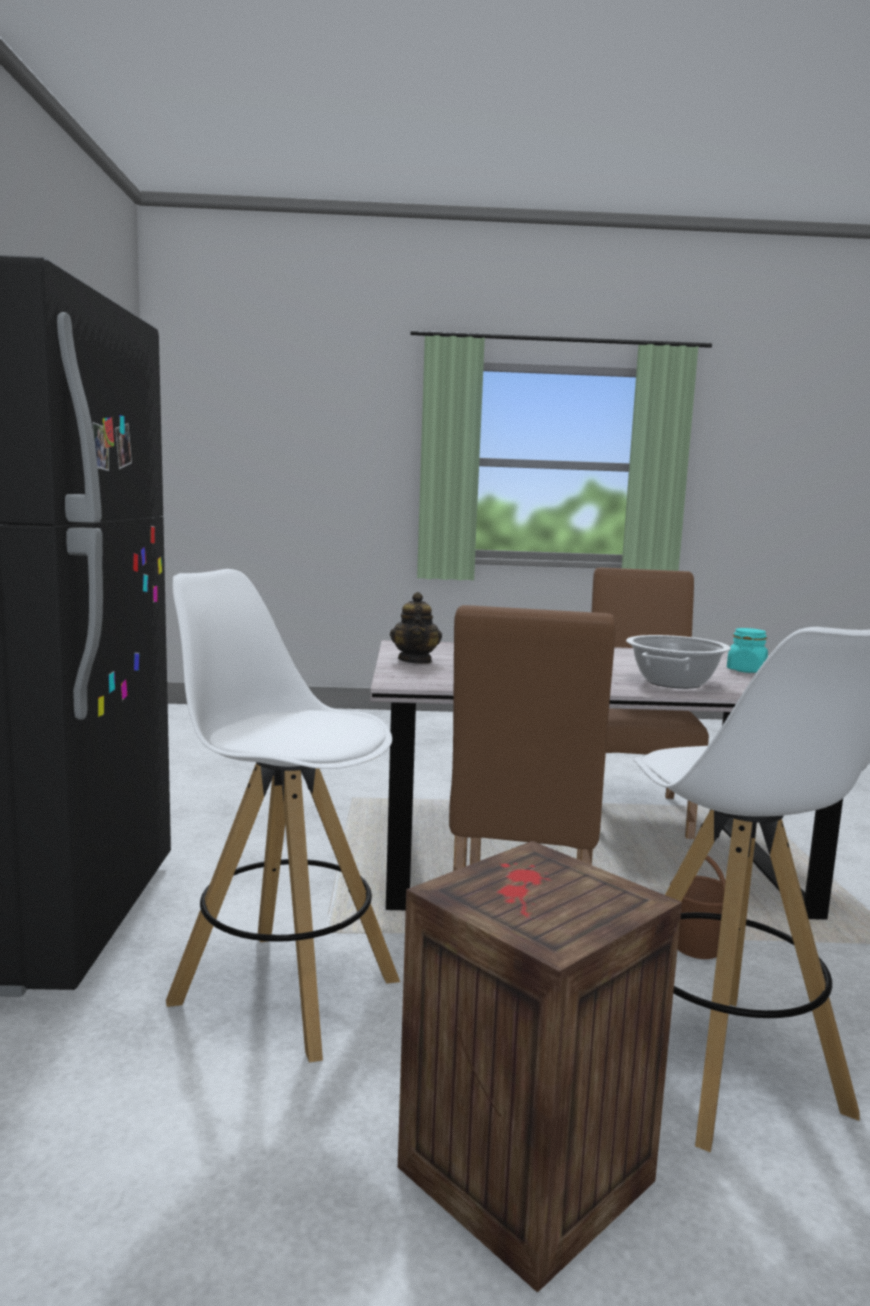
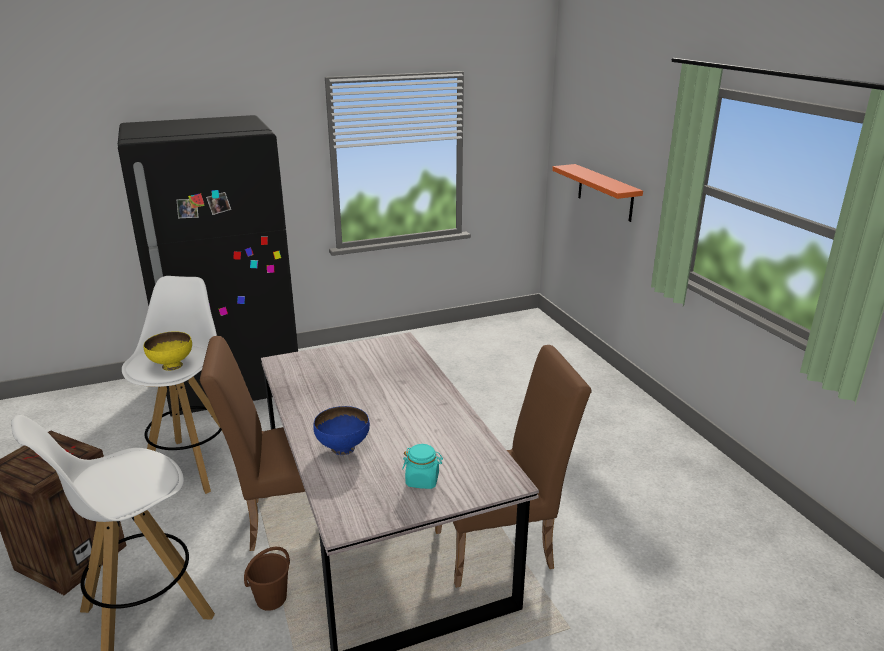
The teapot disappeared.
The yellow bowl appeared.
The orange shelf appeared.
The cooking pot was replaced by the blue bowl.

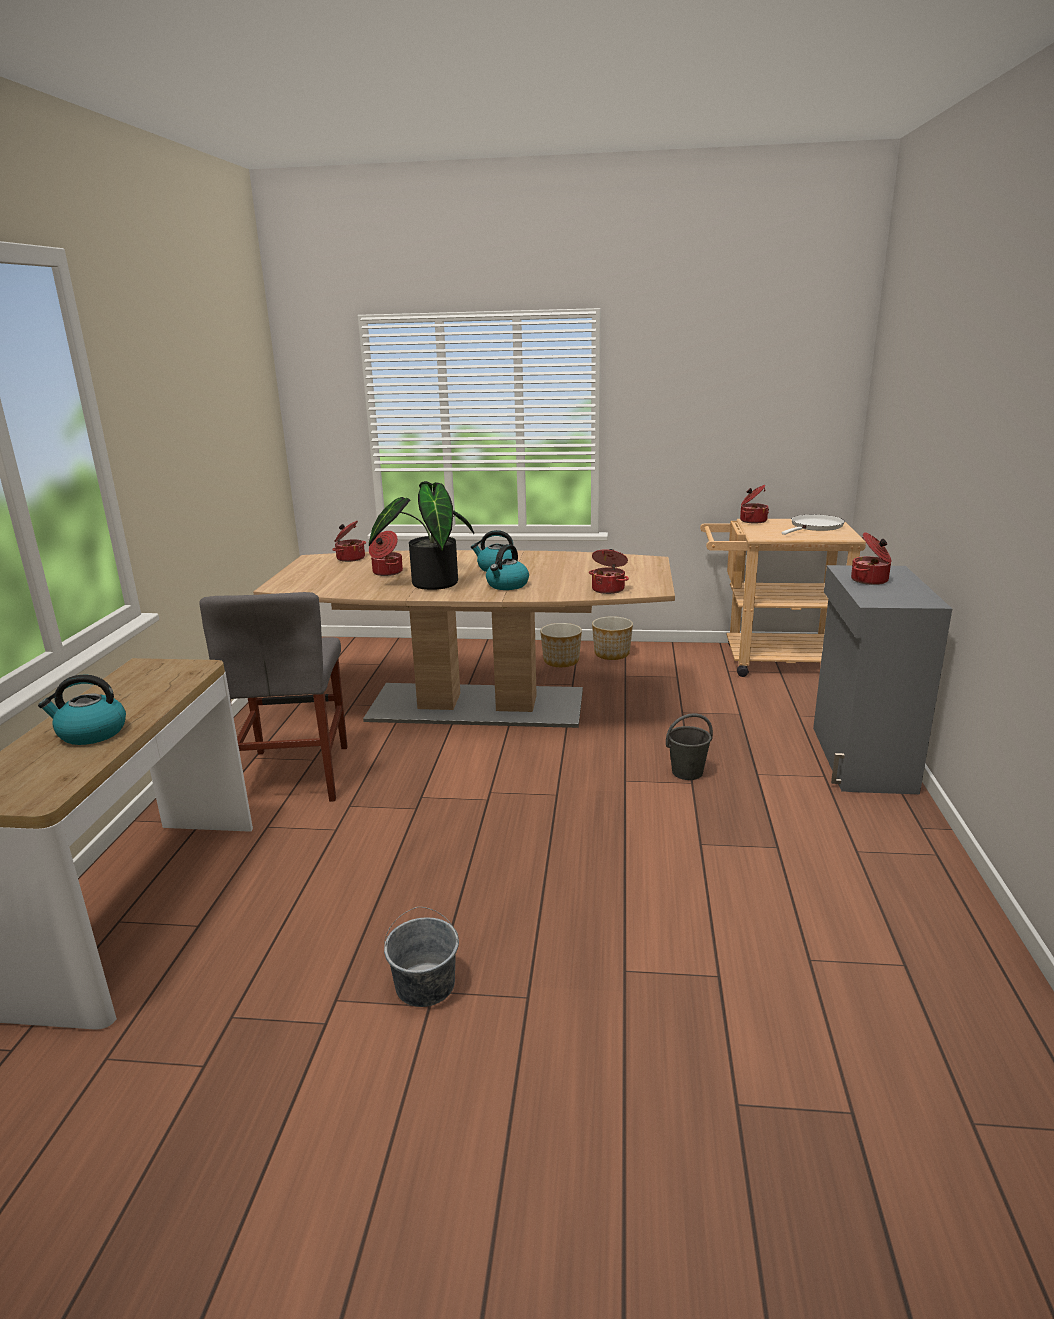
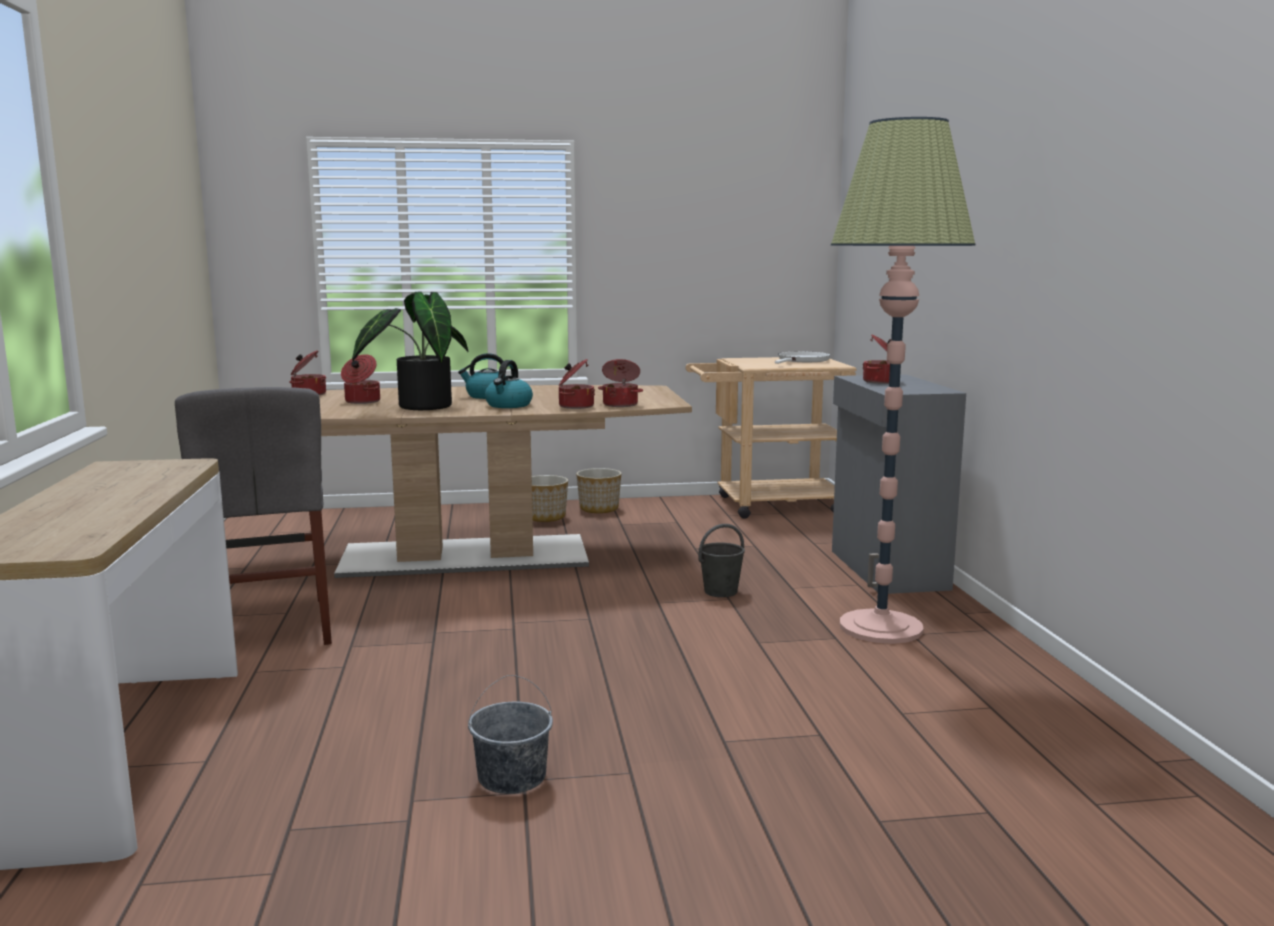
The kettle (1st from left) disappeared.
The floor lamp appeared.
The cooking pot (4th from left in the first image) moved.

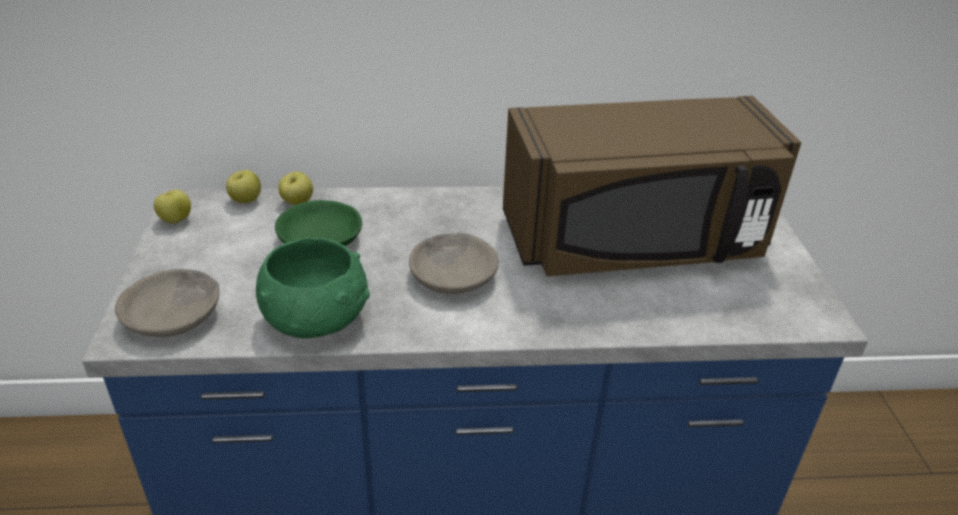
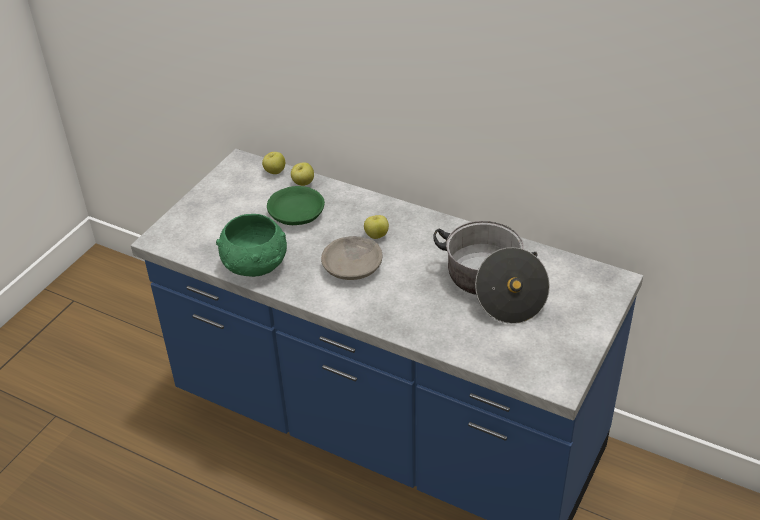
The grey bowl (1st from left) disappeared.
The apple (1st from left in the first image) moved.
The brown microwave was replaced by the cooking pot.

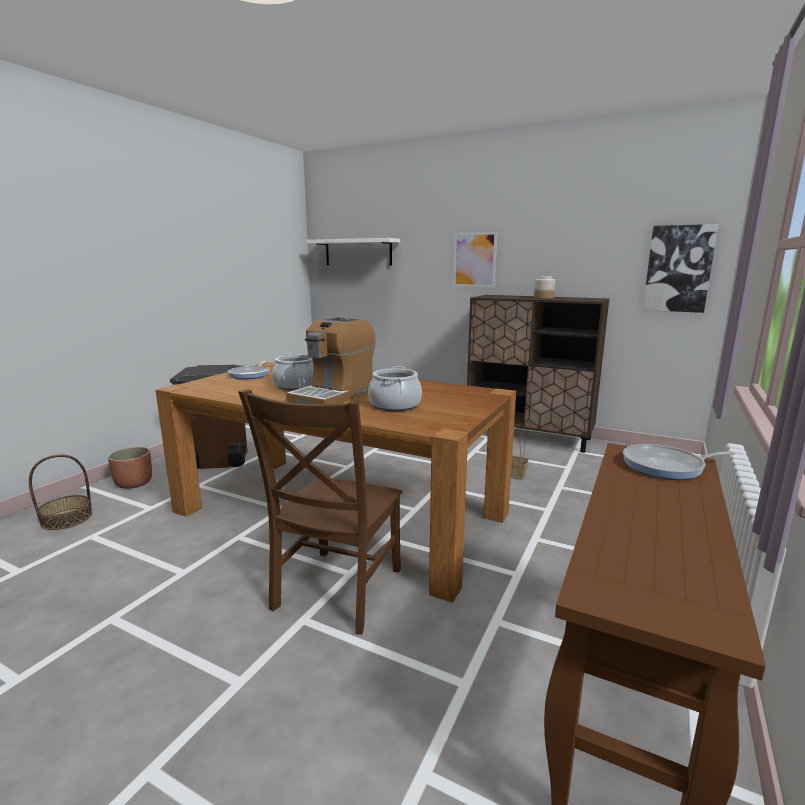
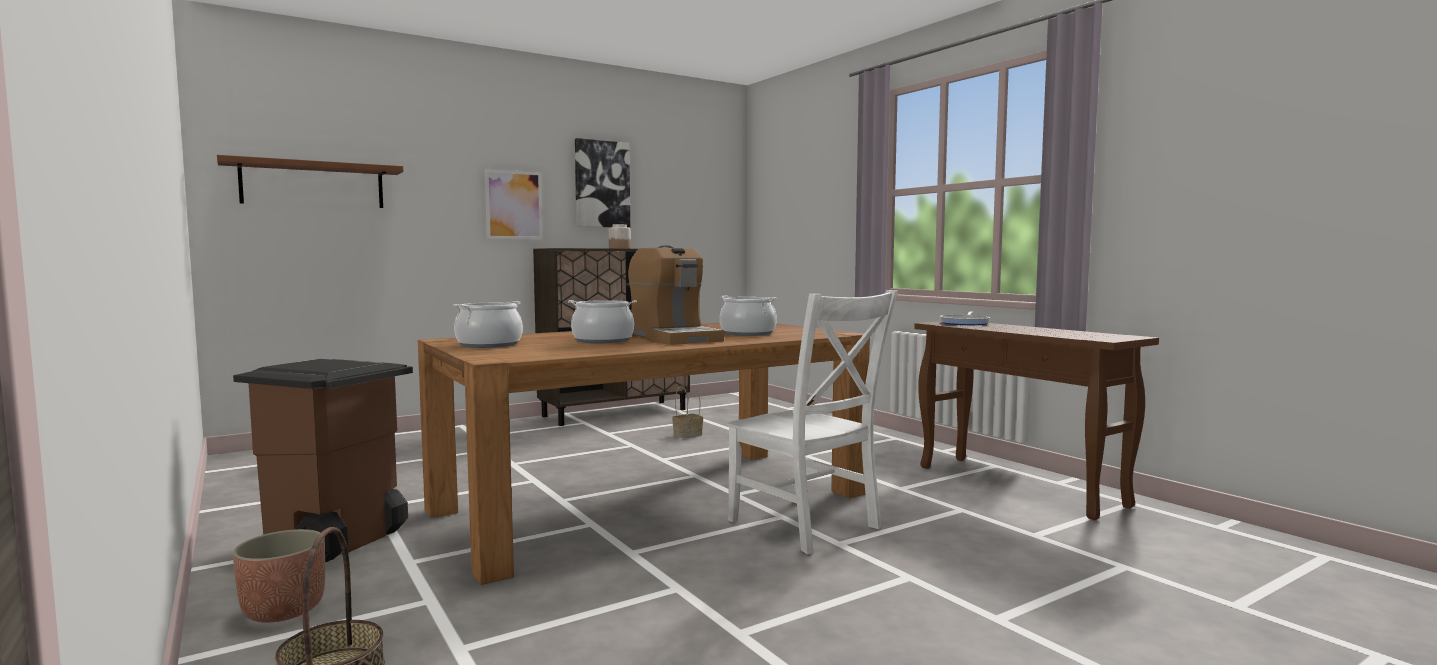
The picture (2nd from left) moved.
The frying pan (1st from left) was replaced by the cooking pot (1st from left).
The brown chair became the white chair.
The white shelf became the brown shelf.

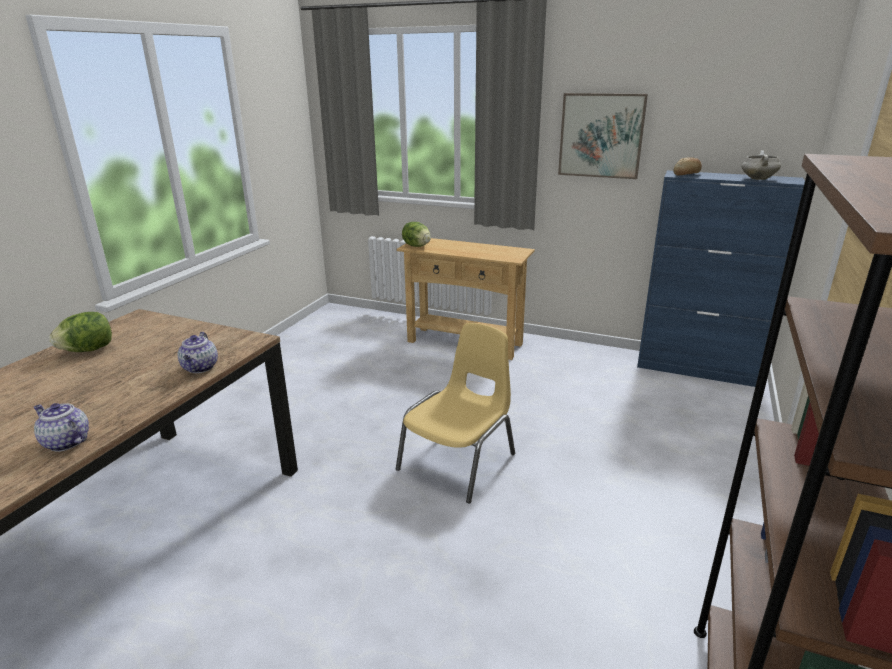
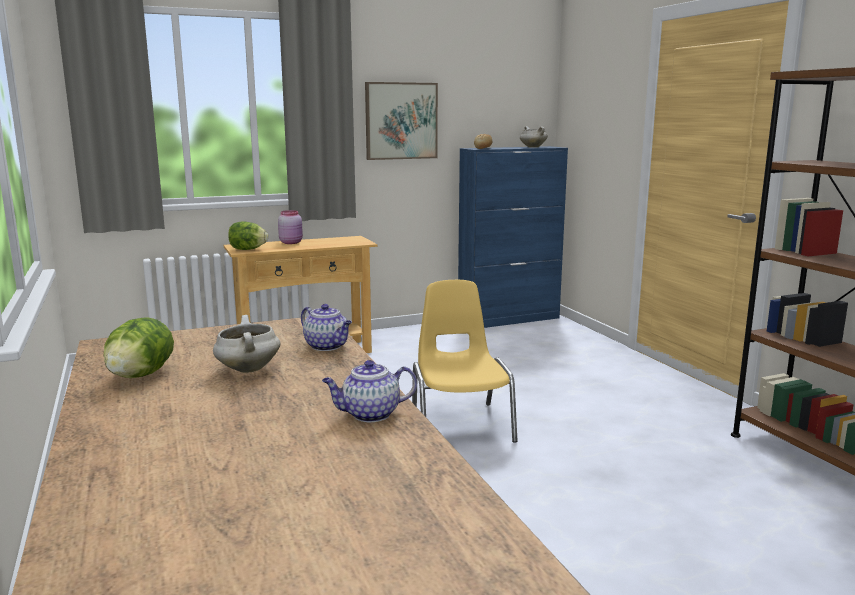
The white cooking pot (1st from left) appeared.
The pink jar appeared.

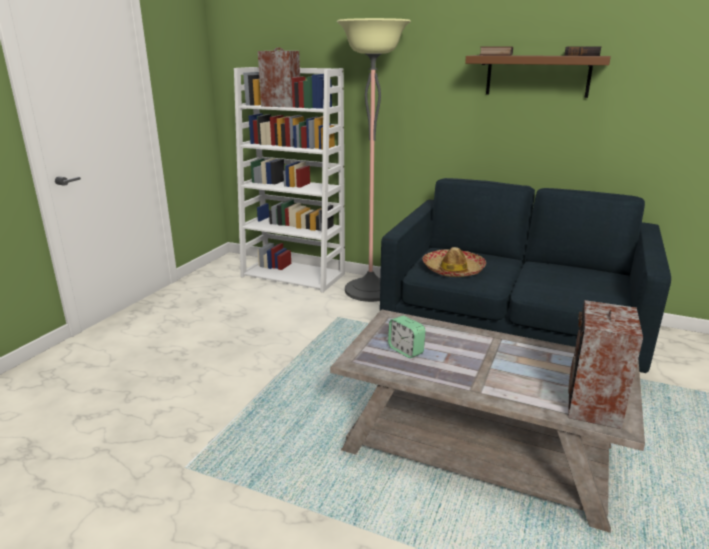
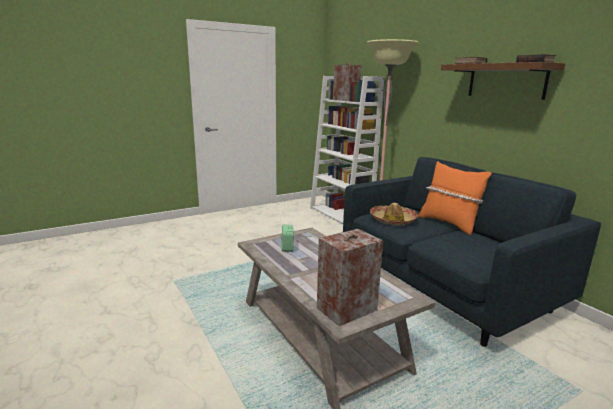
The orange pillow appeared.

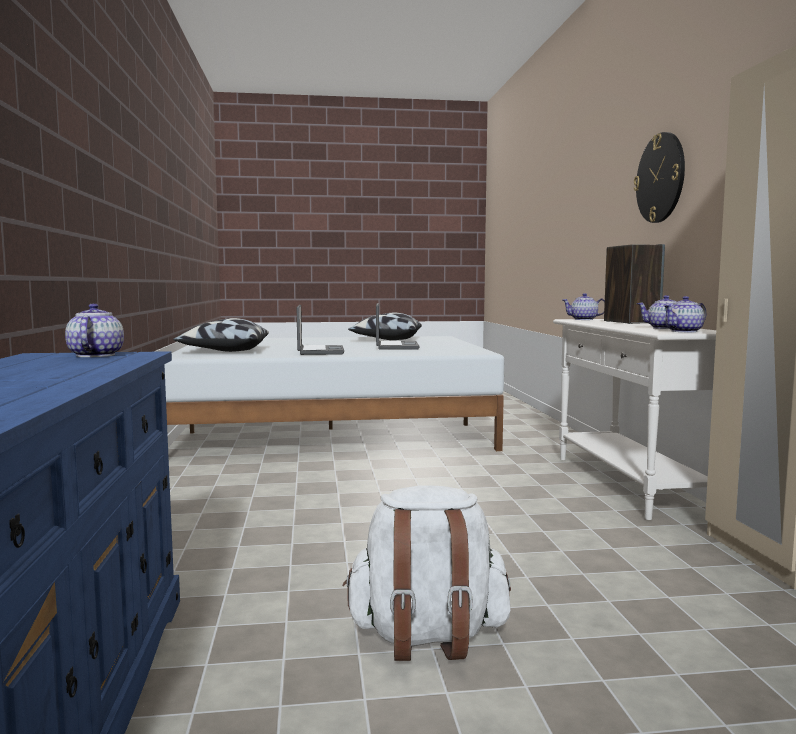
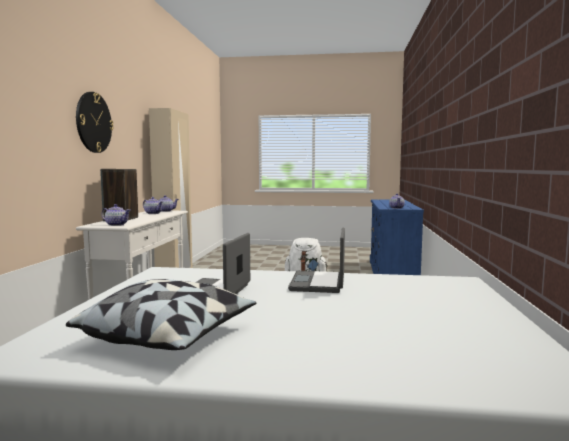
The pillow (1st from left) disappeared.

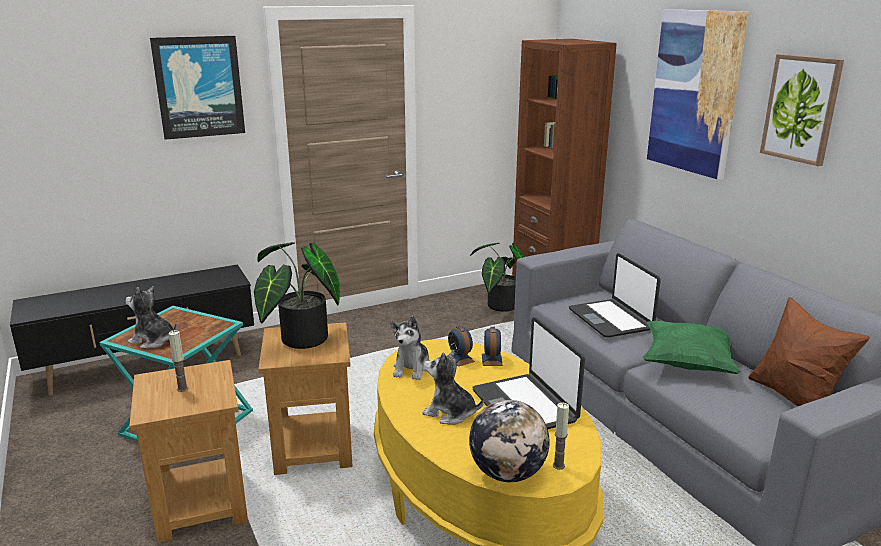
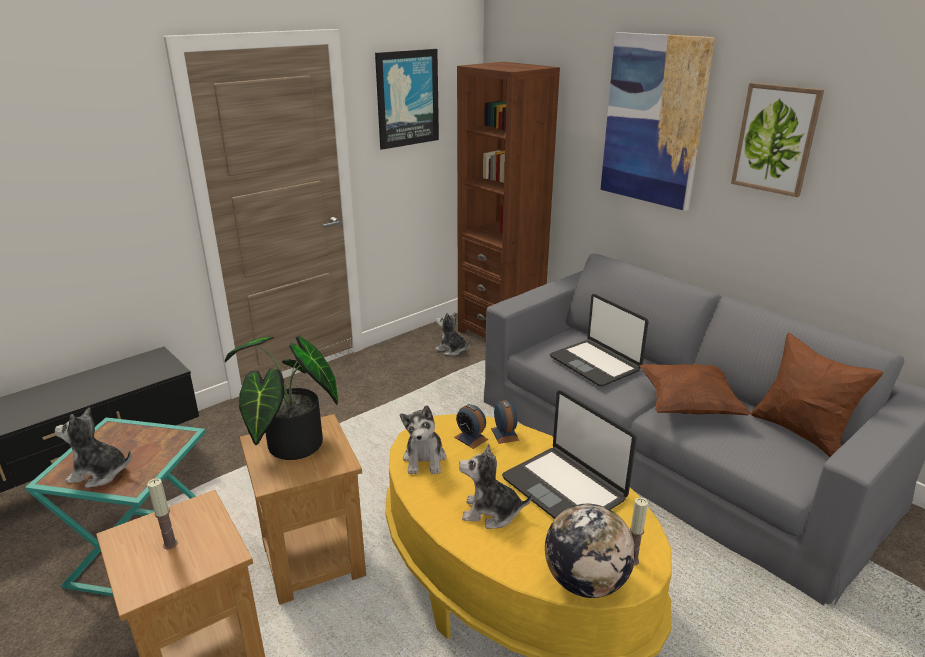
The picture (1st from left) moved.
The potted plant (2nd from left) was replaced by the plush toy (3rd from left).
The green pillow became the brown pillow (1st from left).

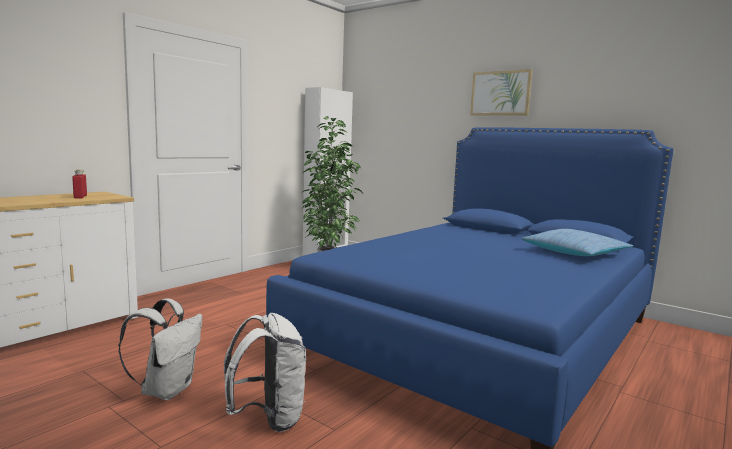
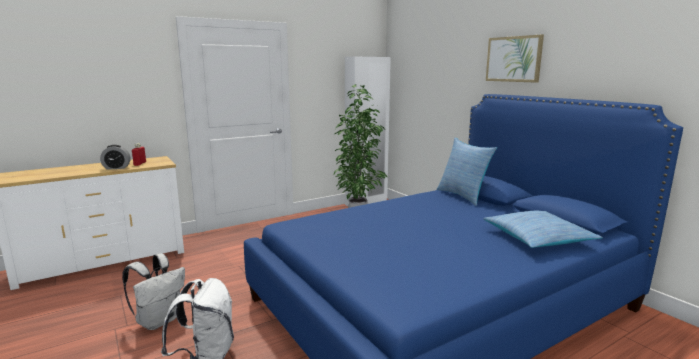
The alarm clock appeared.
The pillow (1st from left) appeared.

